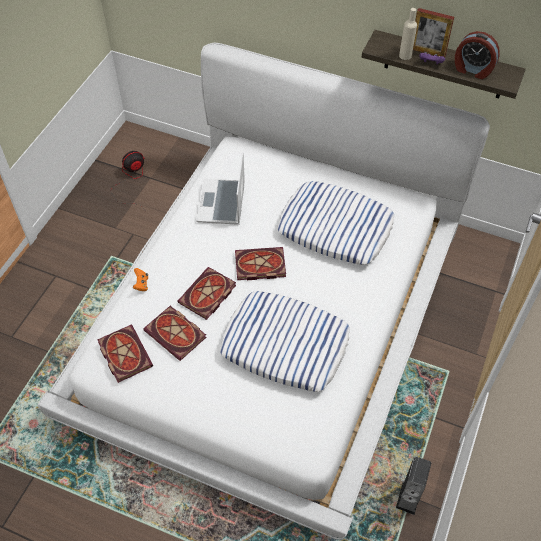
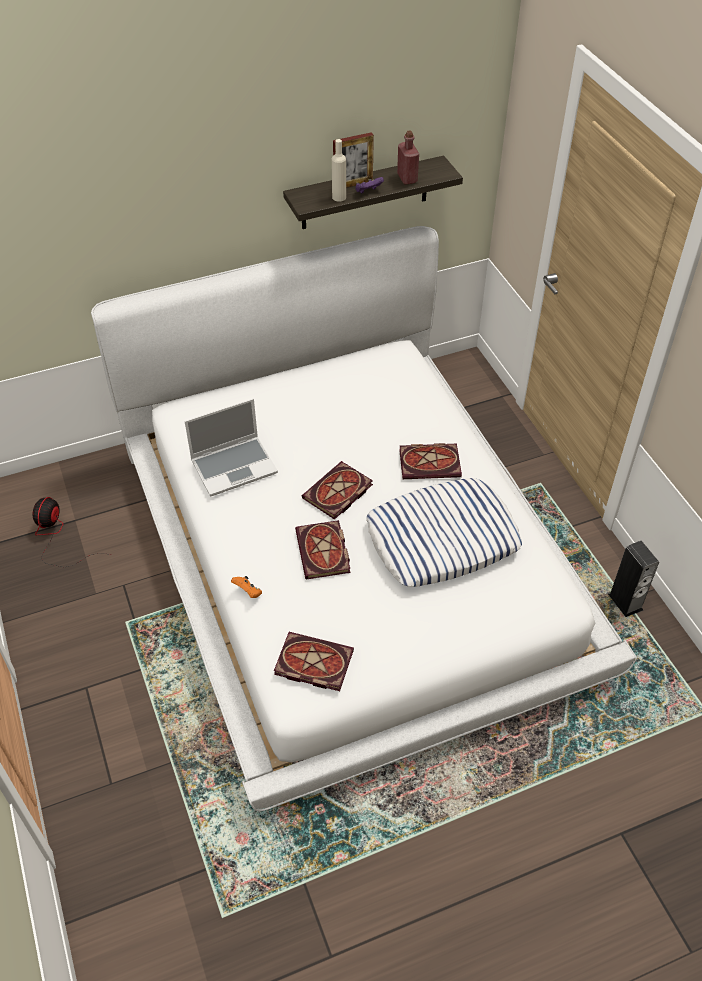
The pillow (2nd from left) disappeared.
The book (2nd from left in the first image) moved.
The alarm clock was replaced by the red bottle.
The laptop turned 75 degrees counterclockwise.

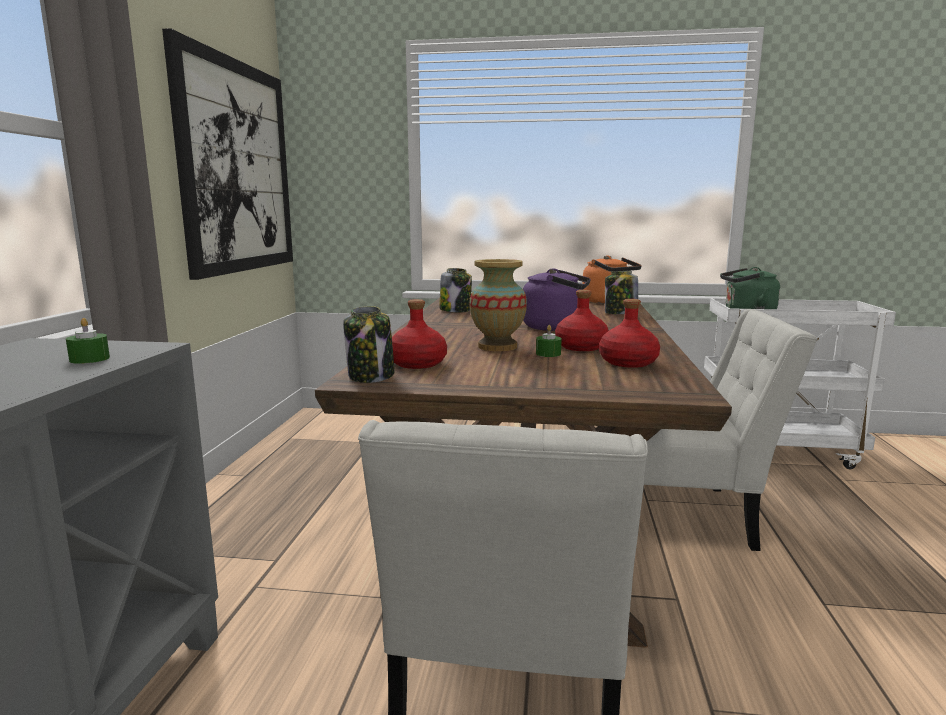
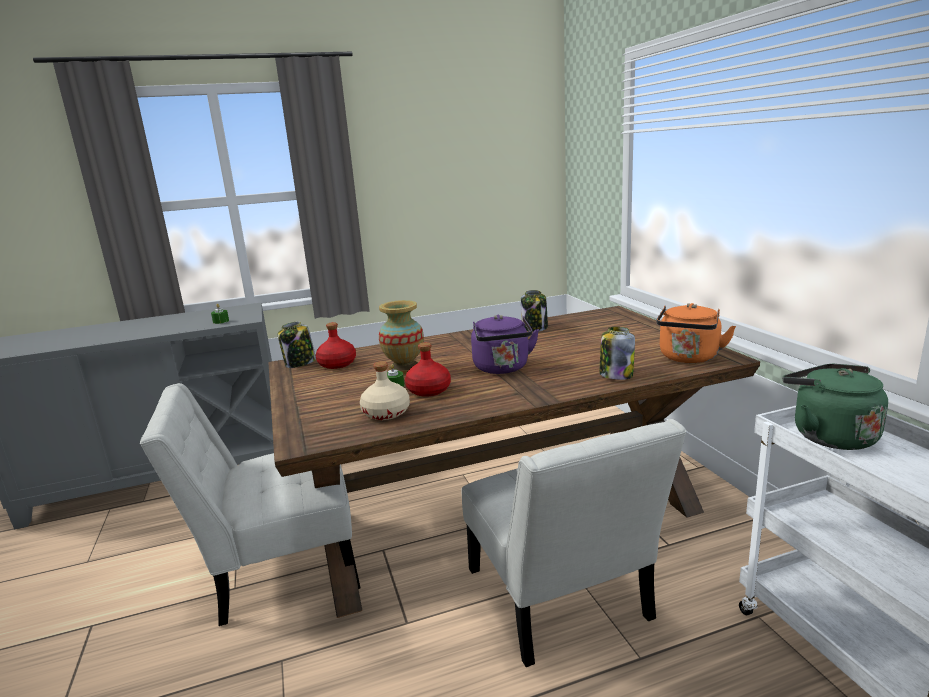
The picture disappeared.
The red bottle (3rd from left) became the beige bottle.

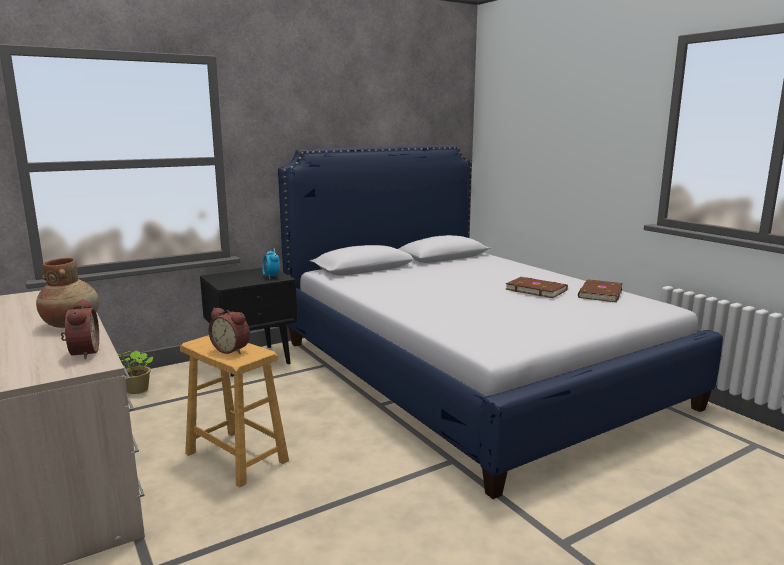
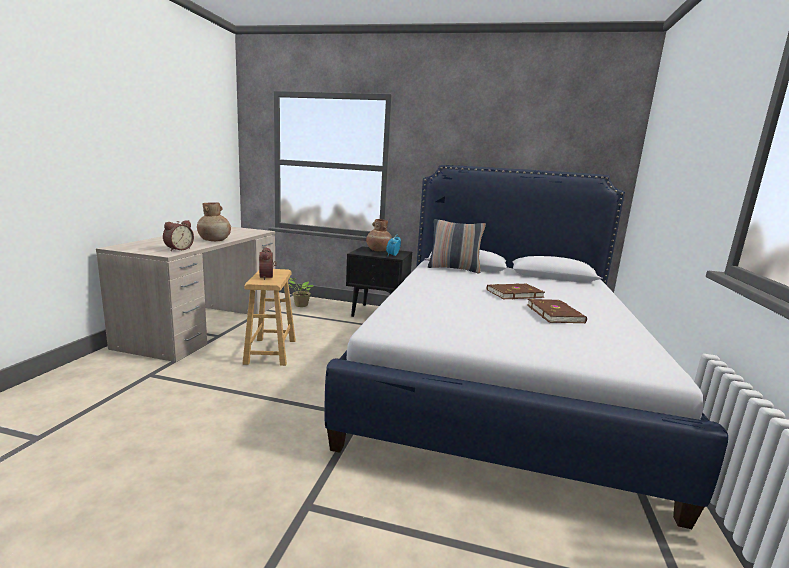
The brown vase (2nd from left) appeared.
The pillow appeared.
The brown book (2nd from left in the first image) moved.

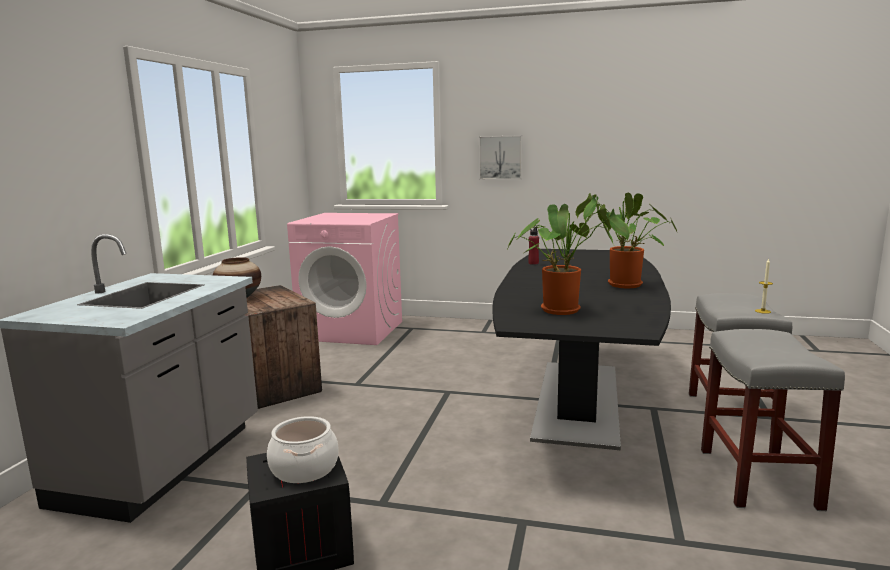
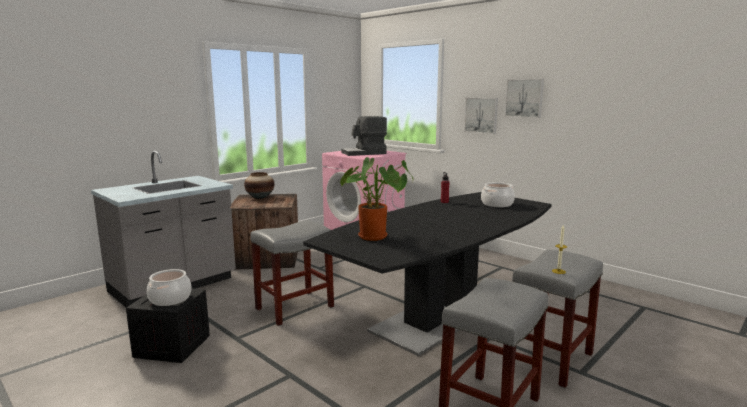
The potted plant (2nd from left) disappeared.
The grey stool (1st from left) appeared.
The coffee machine appeared.
The cooking pot (2nd from left) appeared.
The picture (2nd from left) appeared.

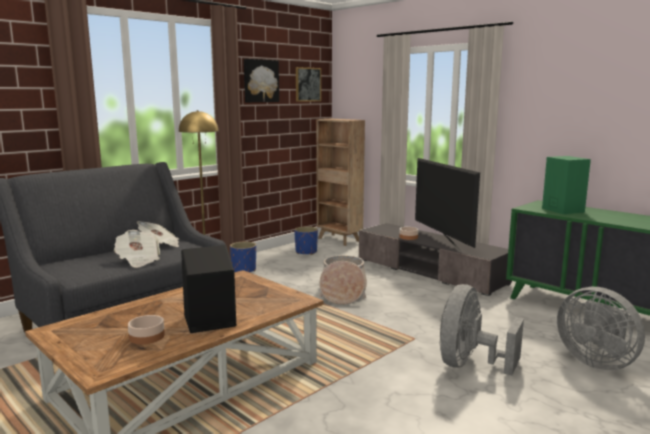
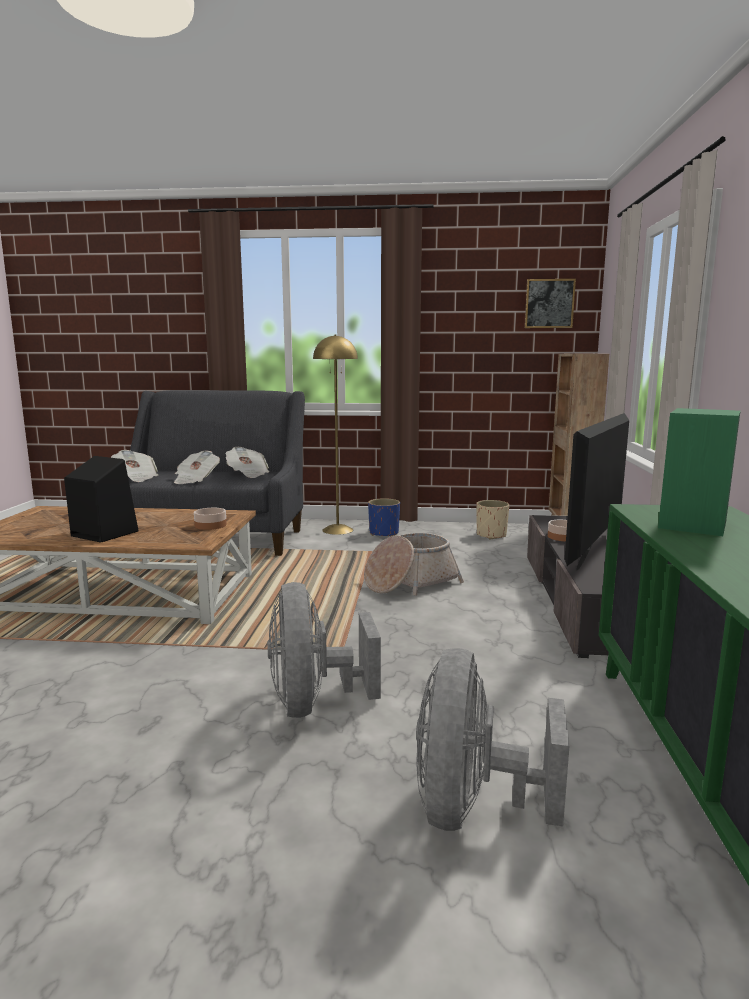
The picture (1st from left) disappeared.
The newspaper (1st from left) appeared.
The bowl (1st from left) moved.
The blue planter (2nd from left) became the beige planter.
The grey fan (1st from left) turned 90 degrees counterclockwise.

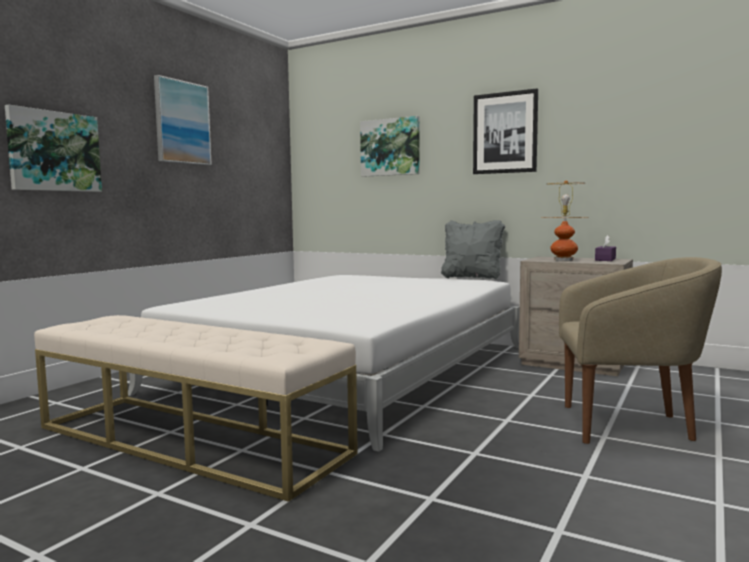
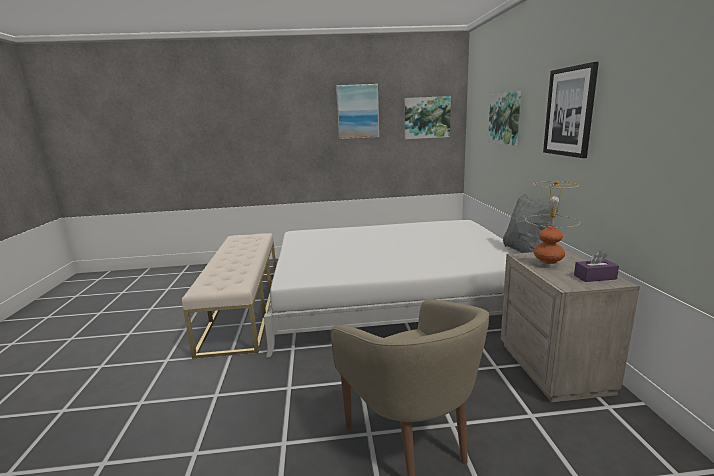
The picture (1st from left in the first image) moved.

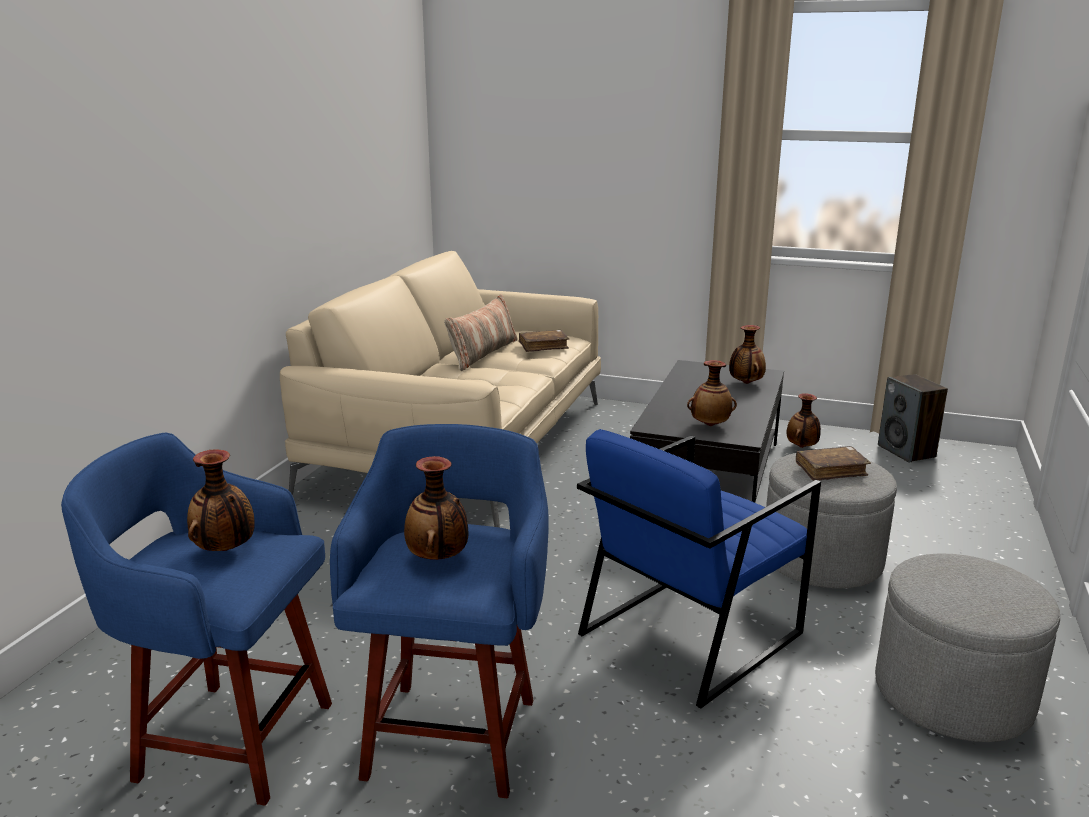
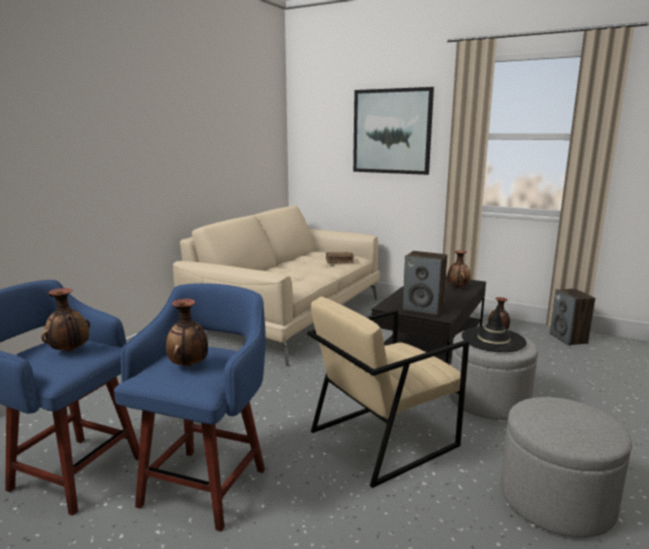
The pillow disappeared.
The picture appeared.
The vase (3rd from left) was replaced by the speaker (1st from left).
The brown book (2nd from left) was replaced by the black hat.
The blue armchair became the beige armchair.

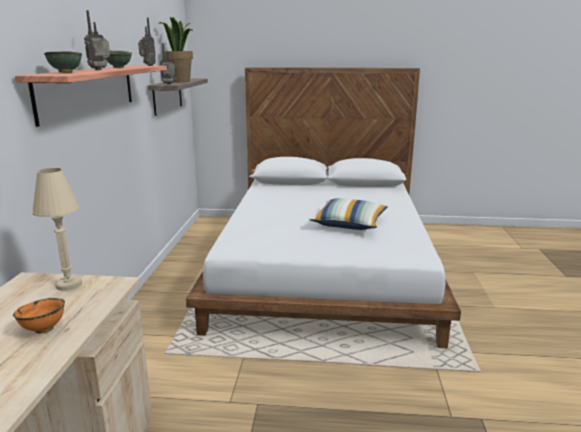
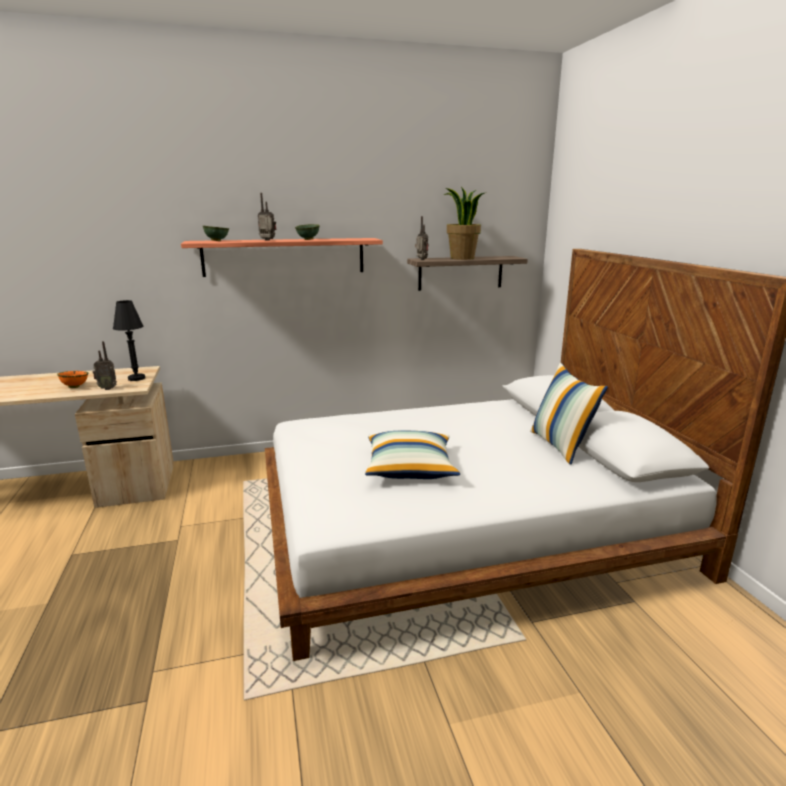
The pillow (2nd from left) appeared.
The radio (2nd from left in the first image) moved.
The beige table lamp became the black table lamp.

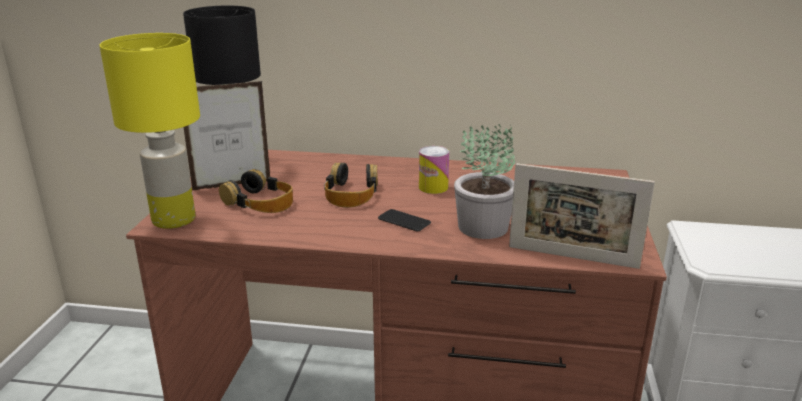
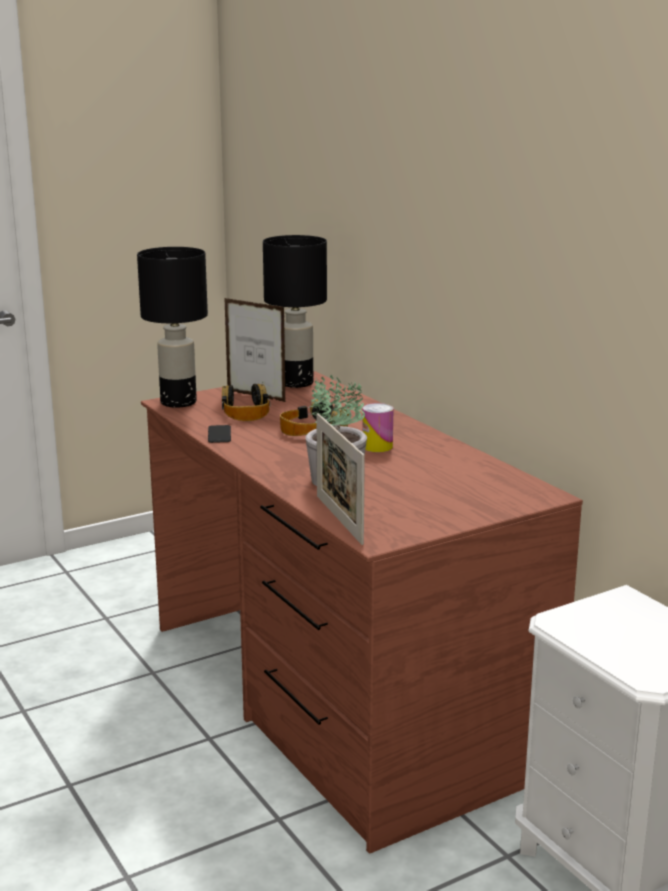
The phone moved.
The yellow table lamp became the black table lamp (1st from left).

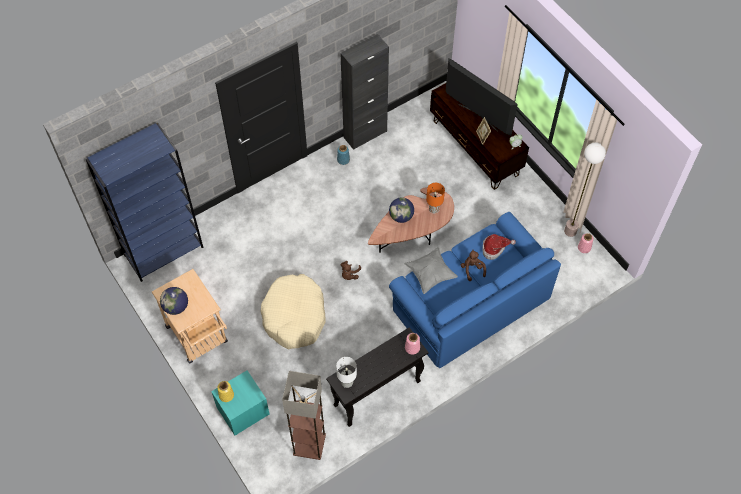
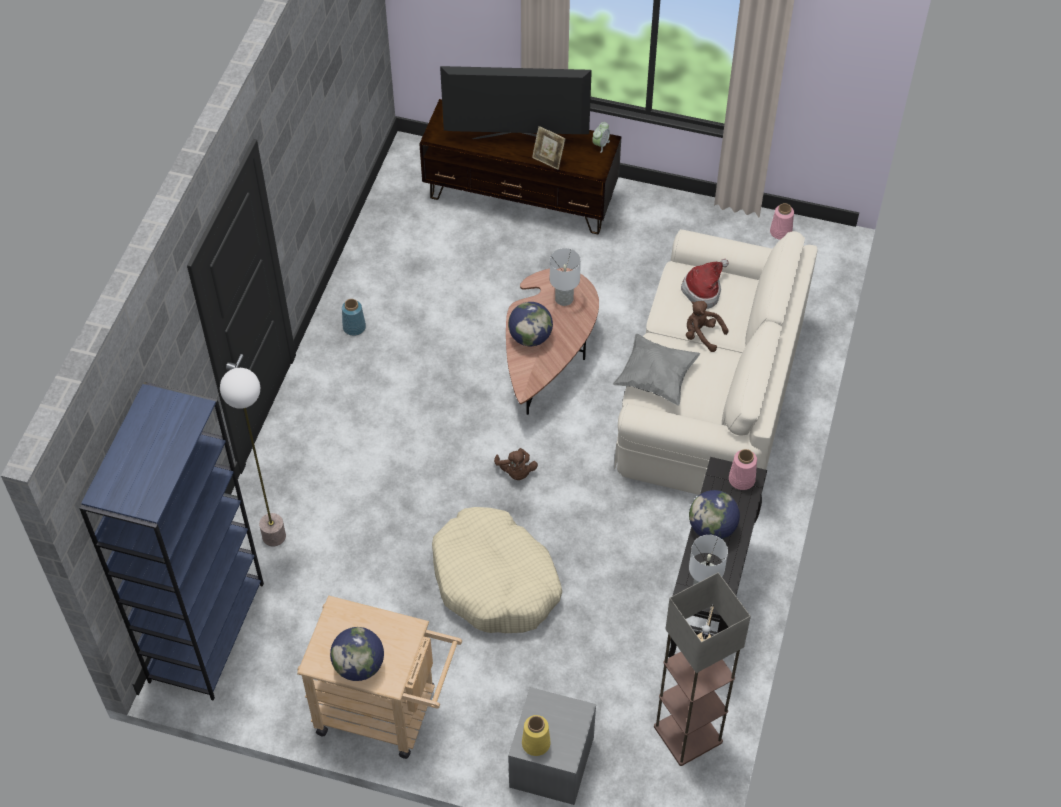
The black cabinet disappeared.
The globe (3rd from left) appeared.
The floor lamp (2nd from left in the first image) moved.
The turquoise nightstand became the grey nightstand.
The blue sofa became the beige sofa.
The orange table lamp became the white table lamp (1st from left).

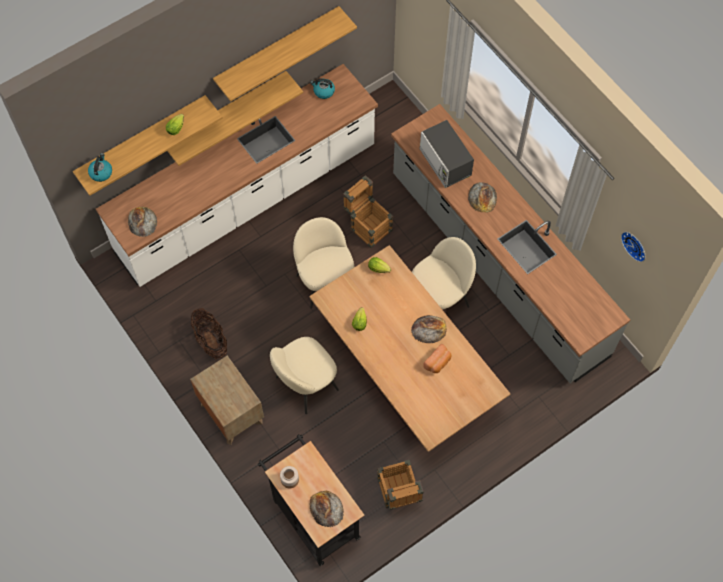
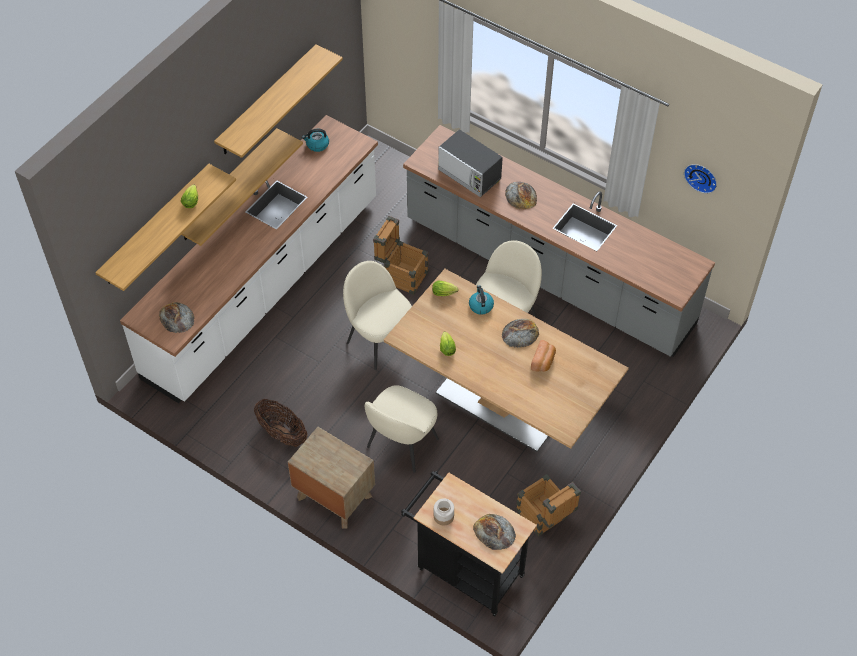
The kettle (1st from left in the first image) moved.

